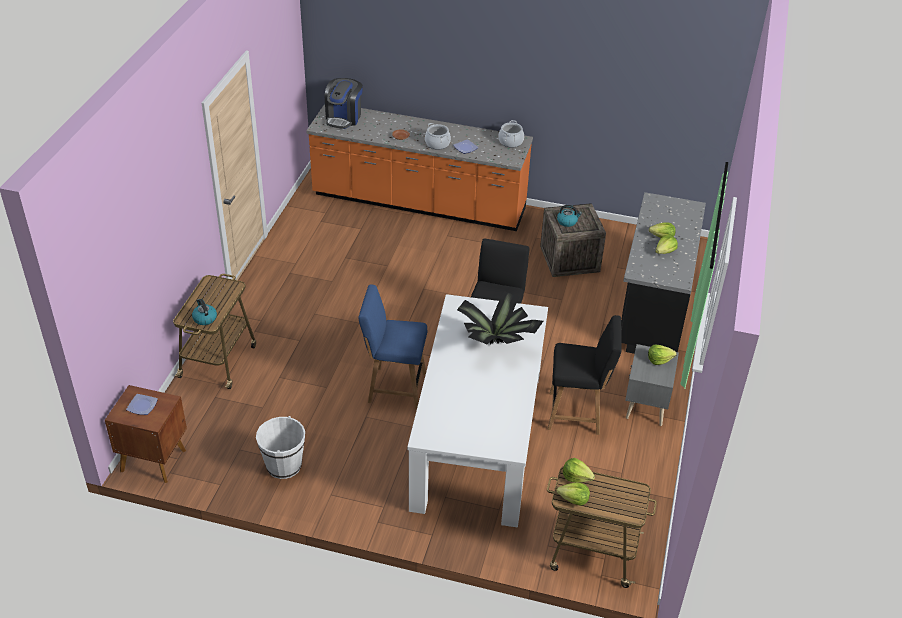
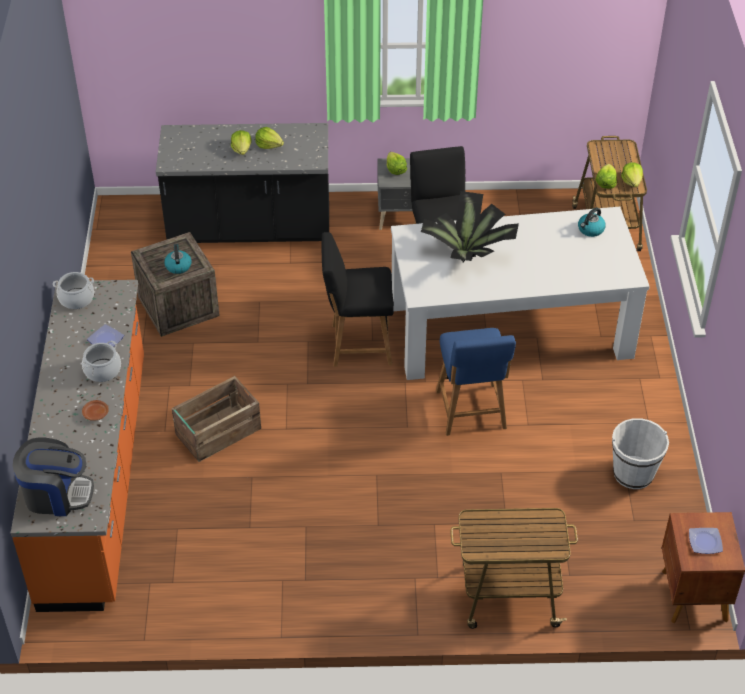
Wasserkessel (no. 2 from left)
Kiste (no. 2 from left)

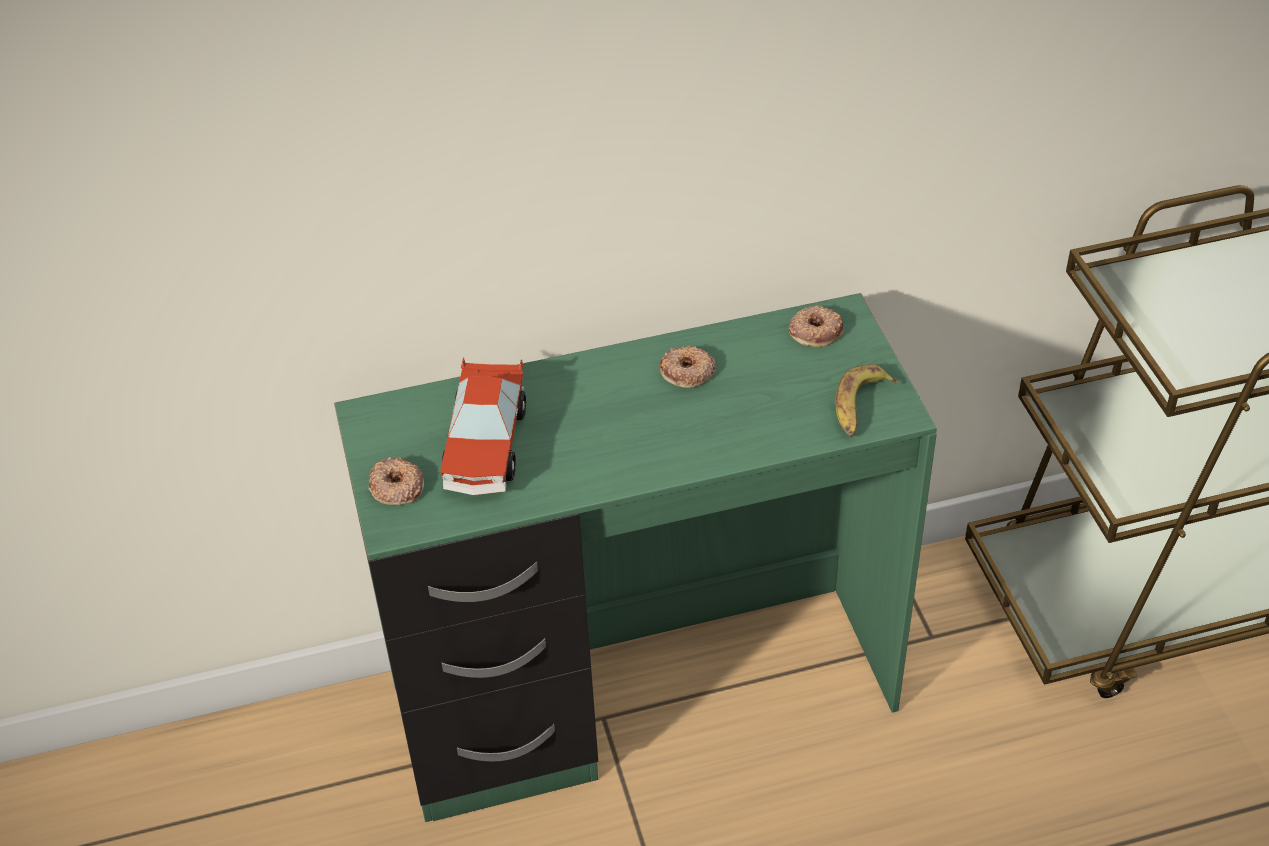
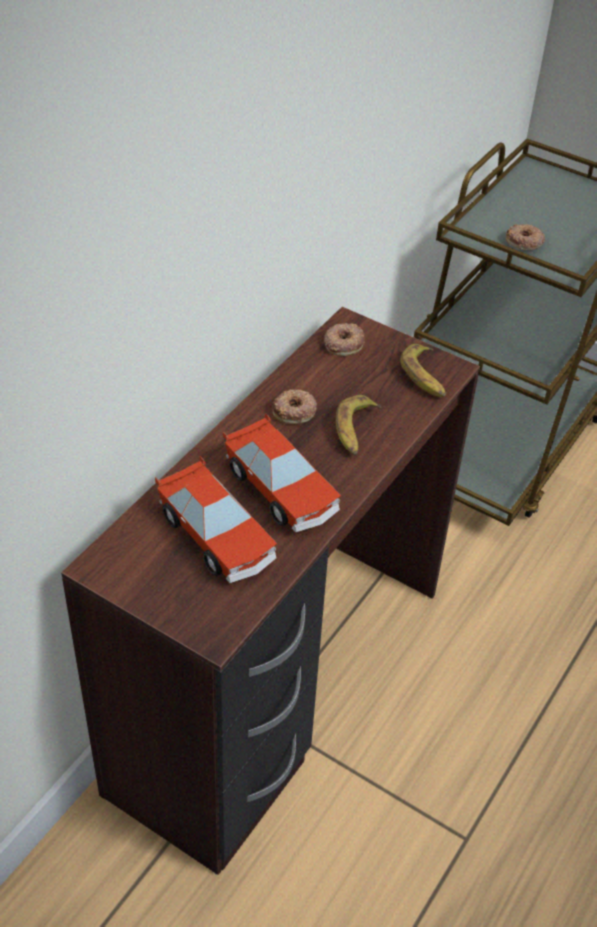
Schreibtisch/braun
Donut (no. 3 from left)
Spielzeugauto (no. 2 from left)
Banane (no. 1 from left)

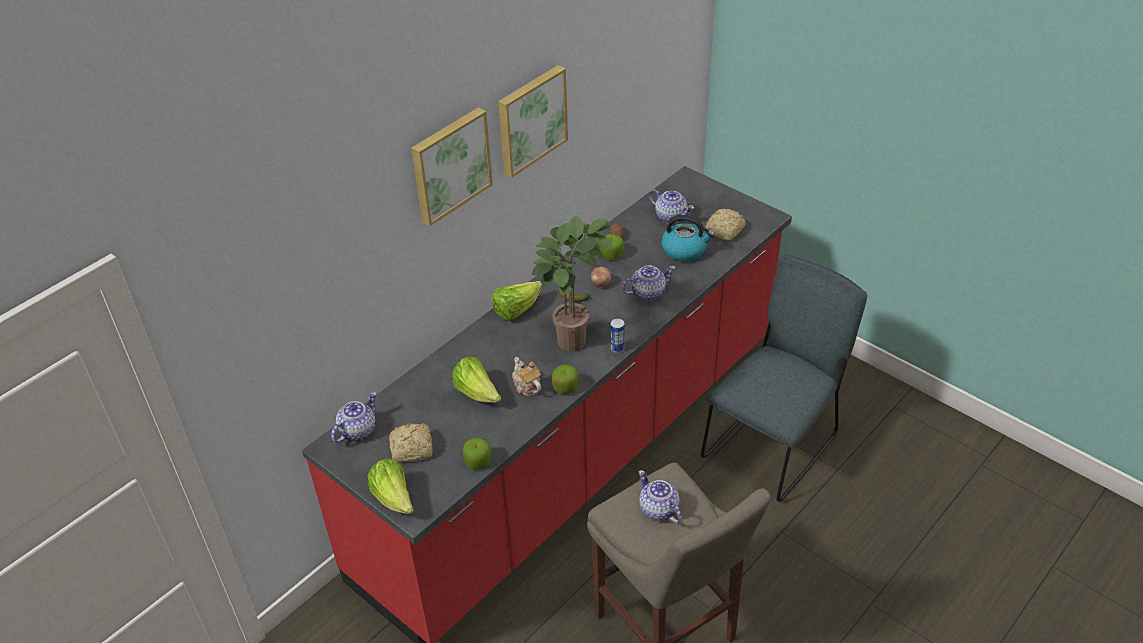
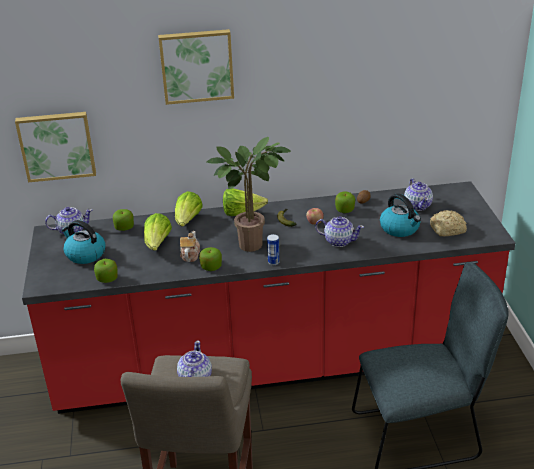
Salatkopf (no. 2 from left)
Wasserkessel (no. 1 from left)
Bild (no. 1 from left)
Apfel (no. 2 from left)

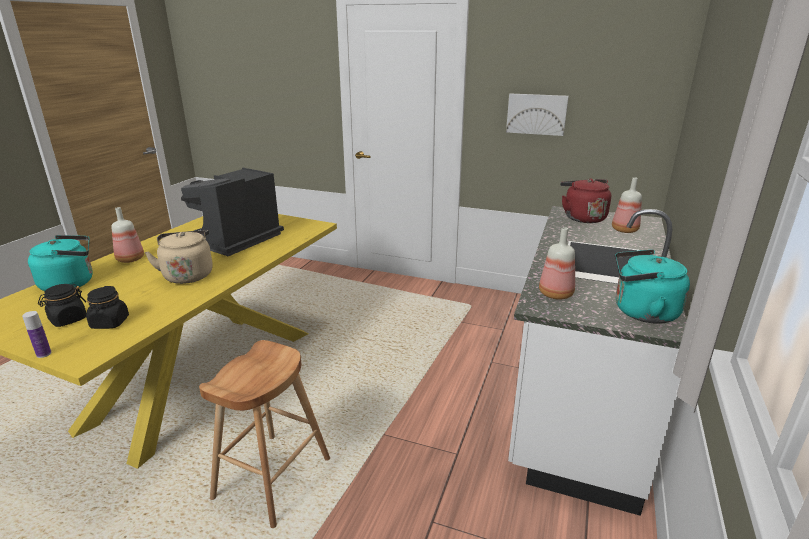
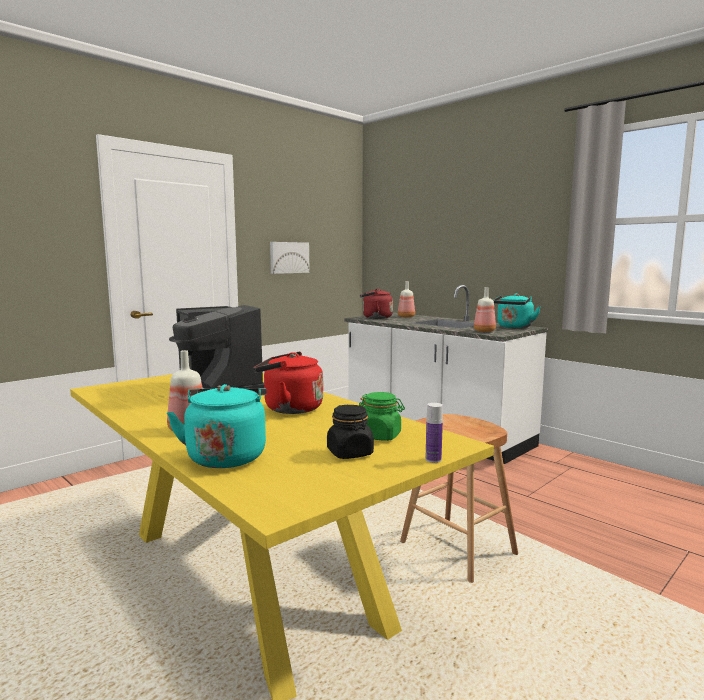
Vorratsglas/grün
Wasserkessel/rot (no. 1 from left)

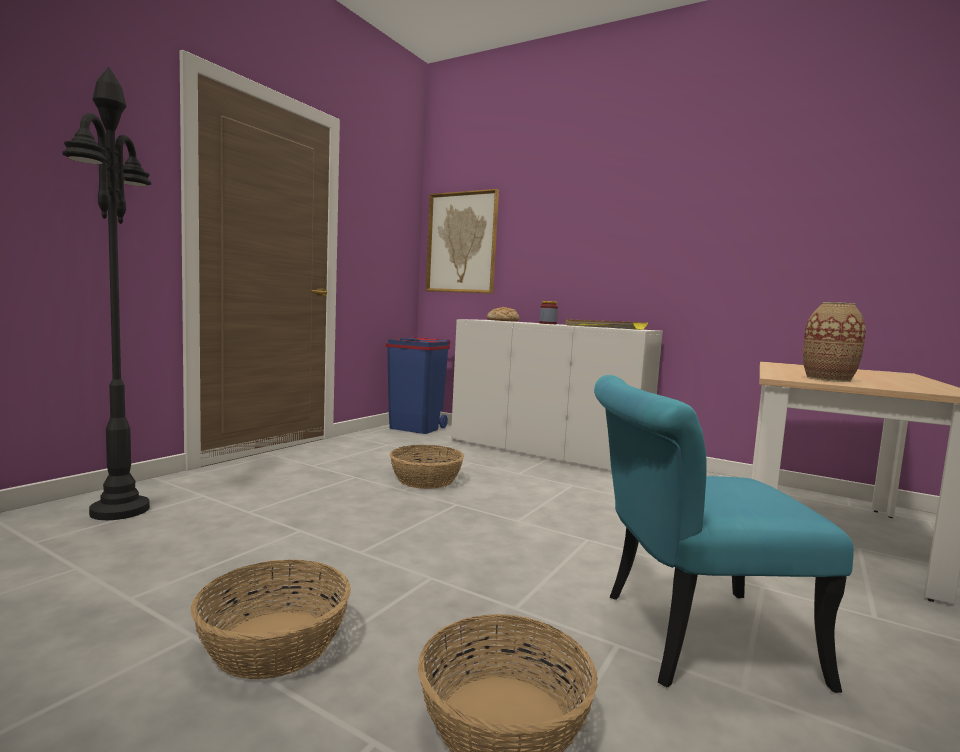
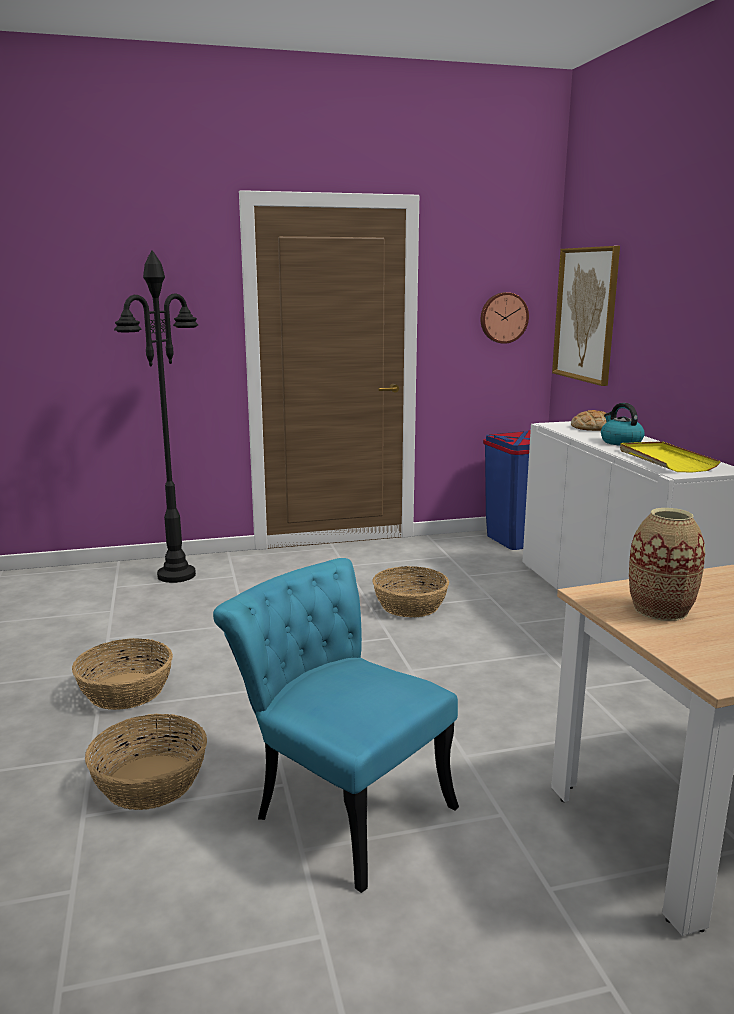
Wasserkessel
Wanduhr

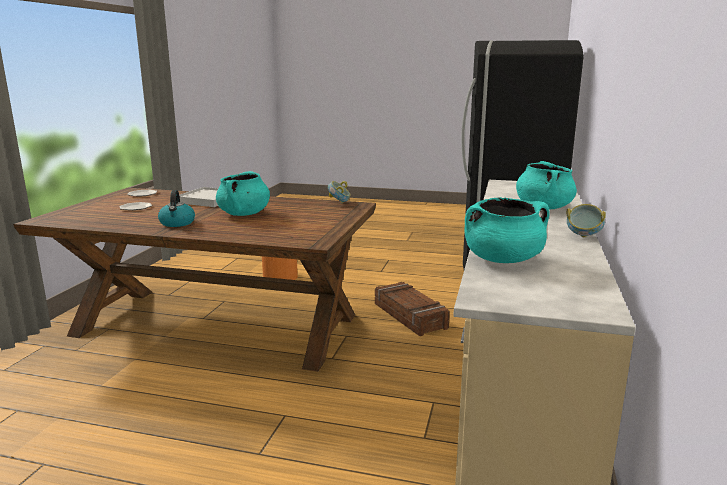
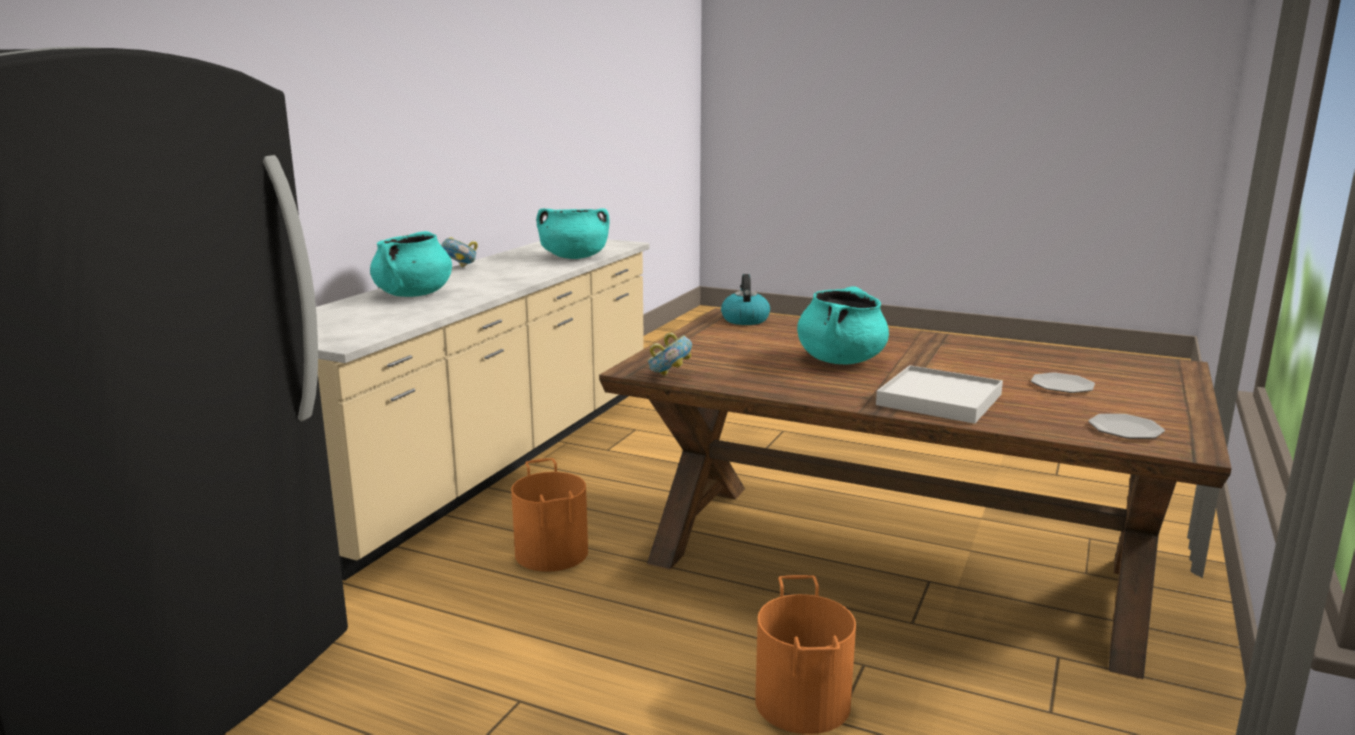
Wasserkessel
Eimer/orange (no. 1 from left)

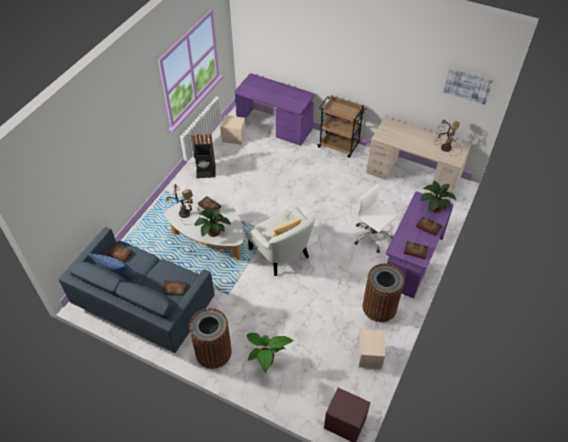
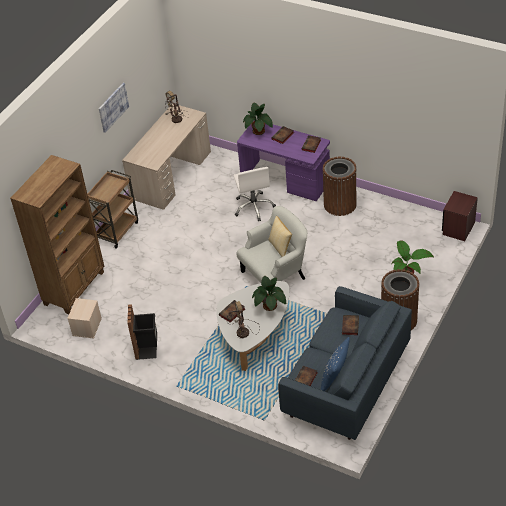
Bücherregal/braun
Bürostuhl/weiß
Aufbewahrungsbox/beige (no. 2 from left in the first image)
Bild

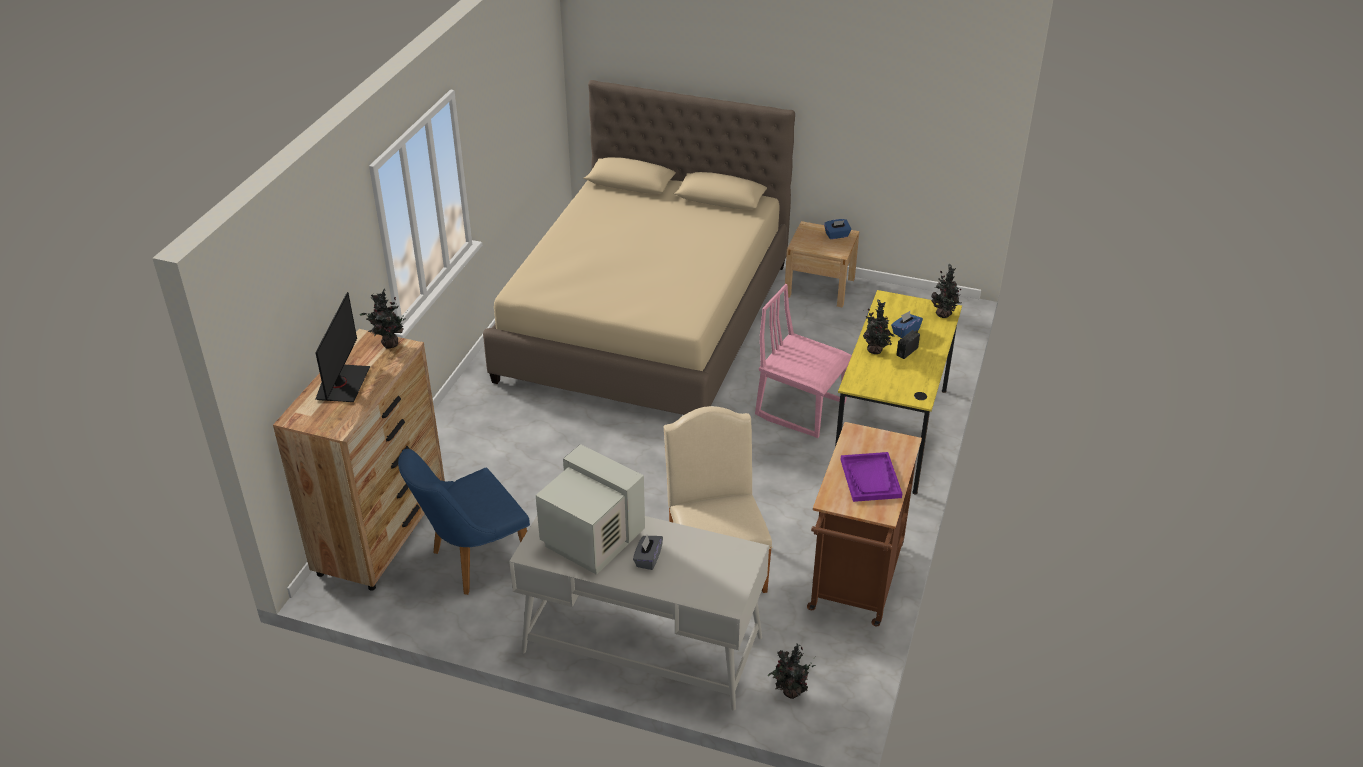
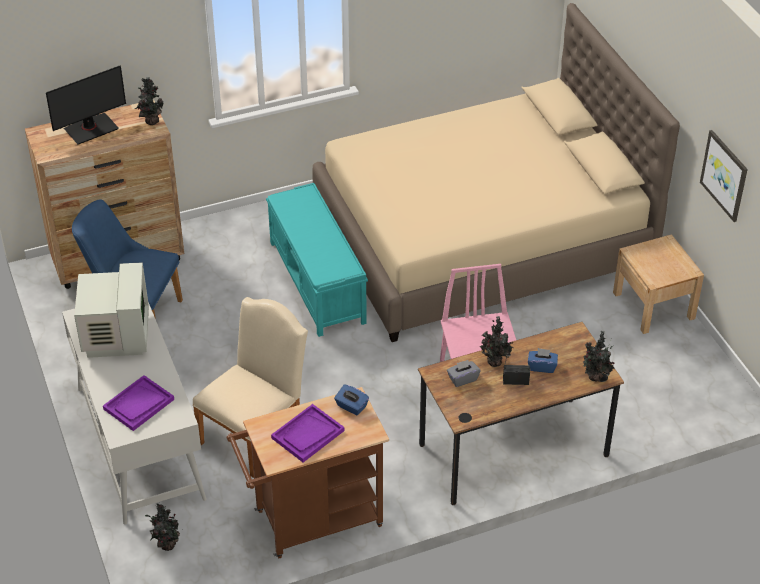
Taschentuchbox/grau
Taschentuchbox/blau (no. 1 from left)
Schreibtisch/braun
Tablett/lila (no. 1 from left)
Bank/türkis
Bild

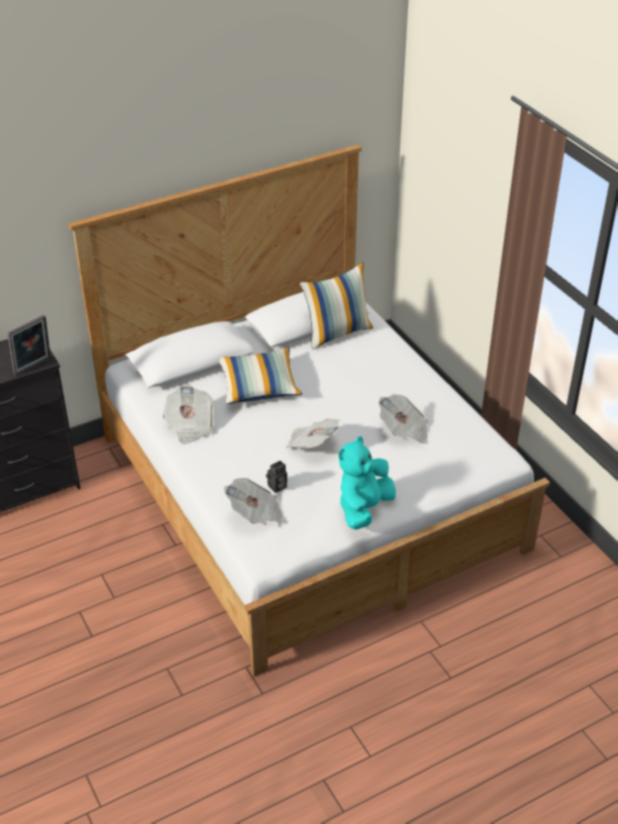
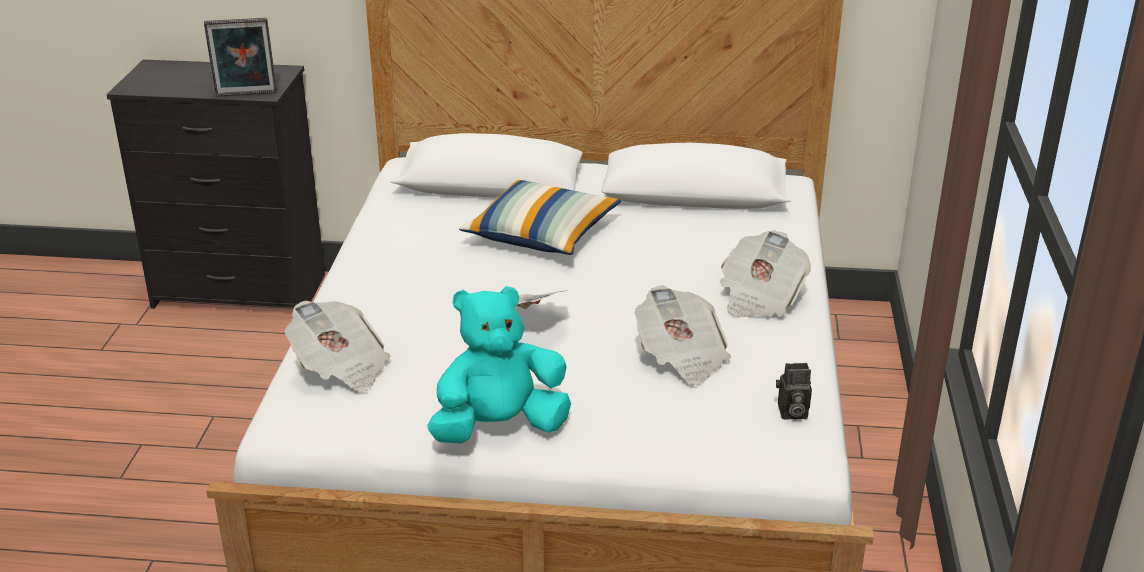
Zeitung (no. 4 from left)
Kamera
Kissen (no. 2 from left in the first image)

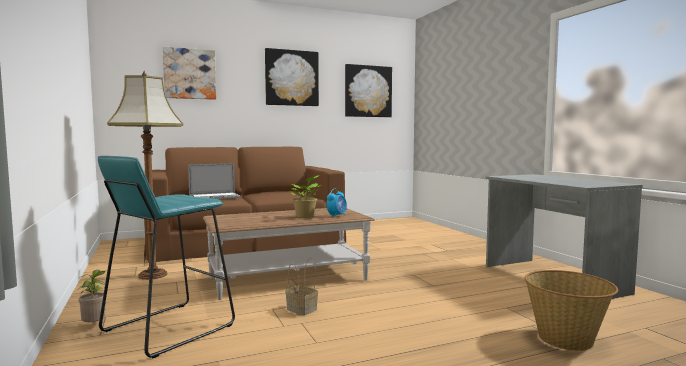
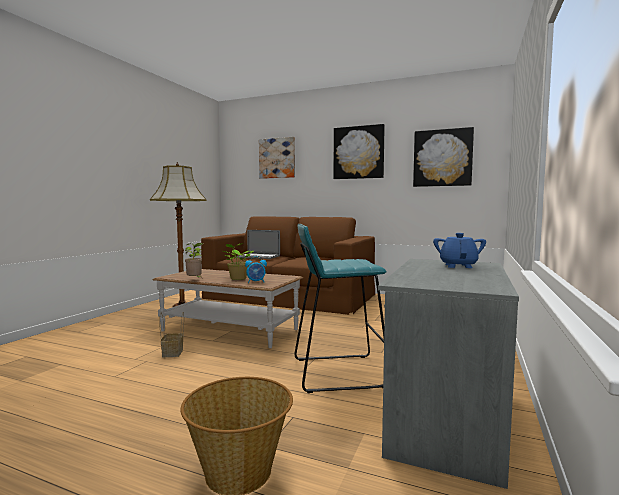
Topfpflanze (no. 1 from left)
Hocker/türkis
Teekanne/blau

